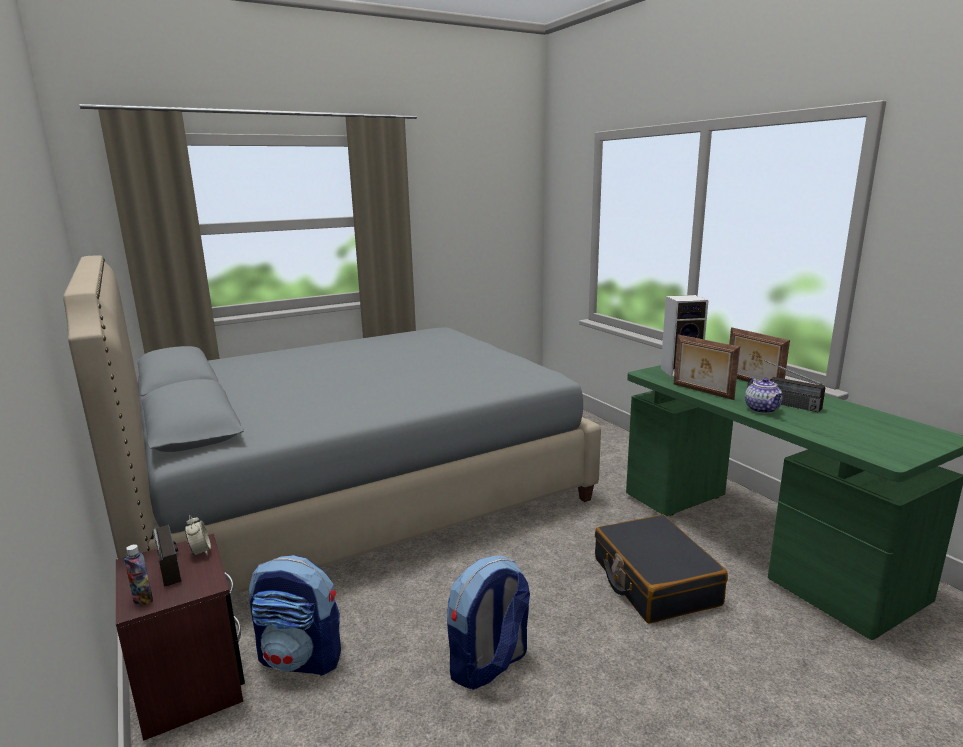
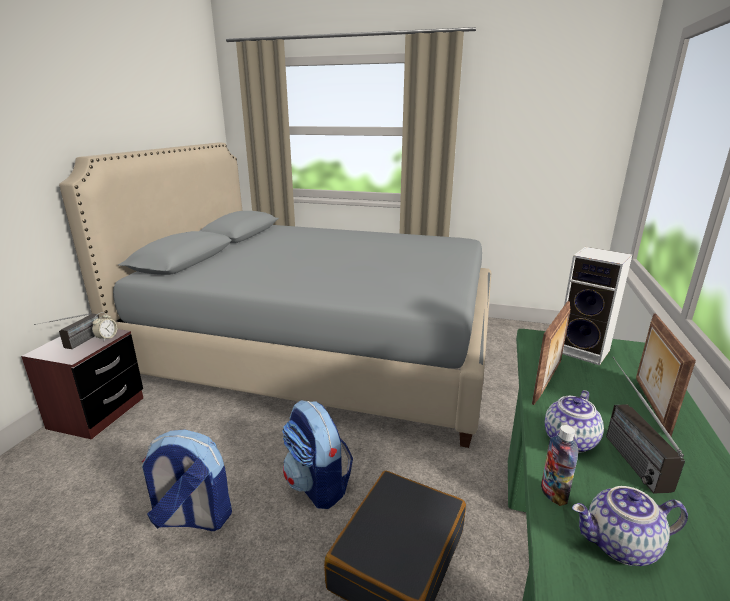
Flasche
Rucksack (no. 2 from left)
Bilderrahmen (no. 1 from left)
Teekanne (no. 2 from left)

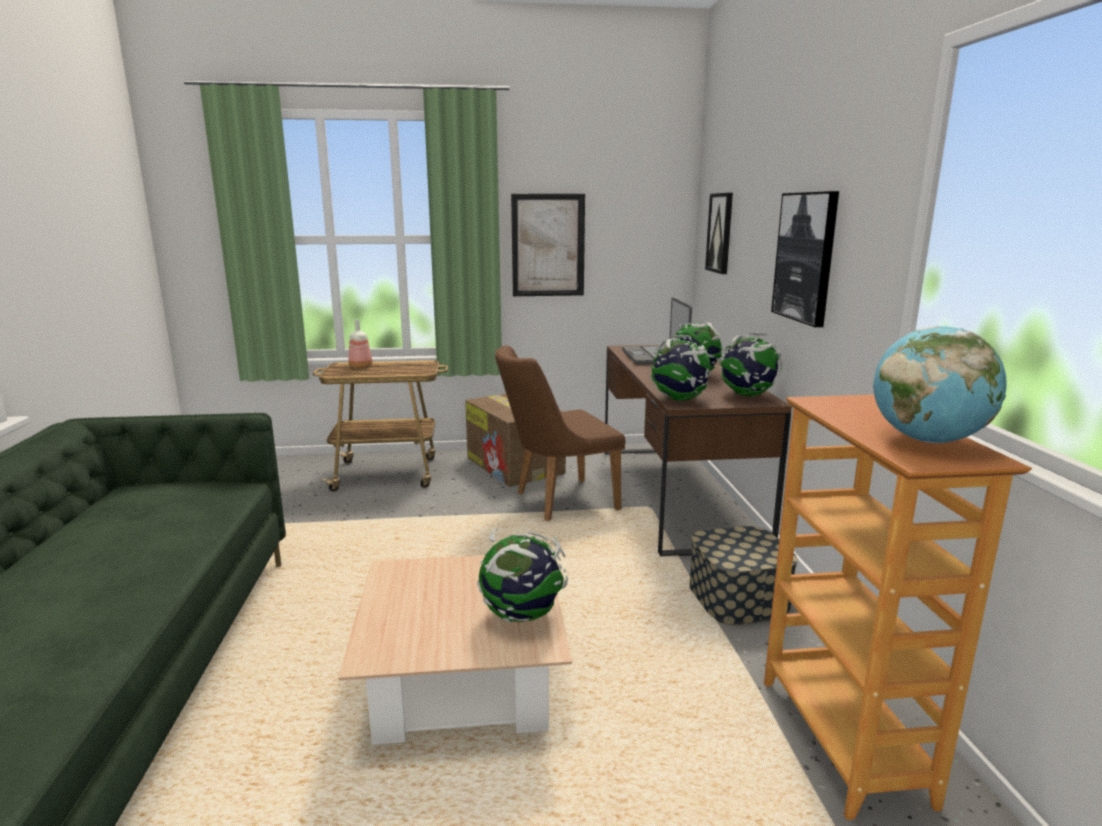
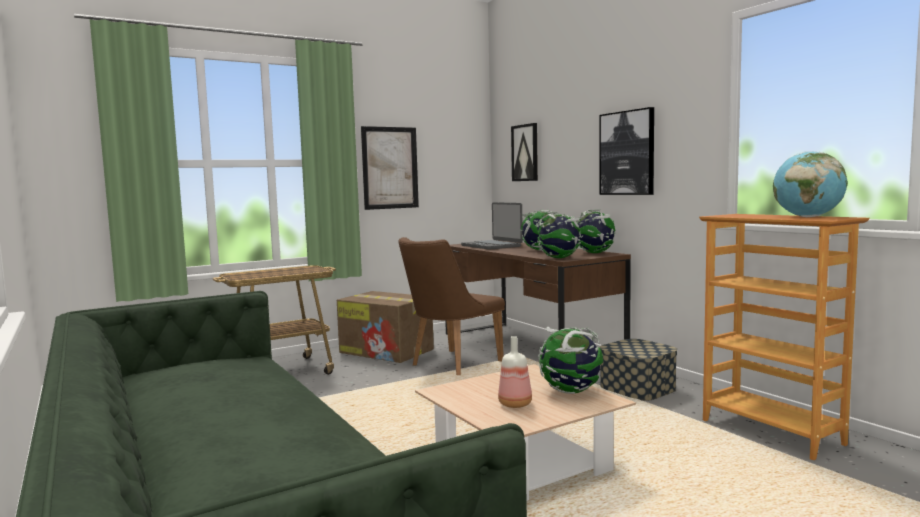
Flasche

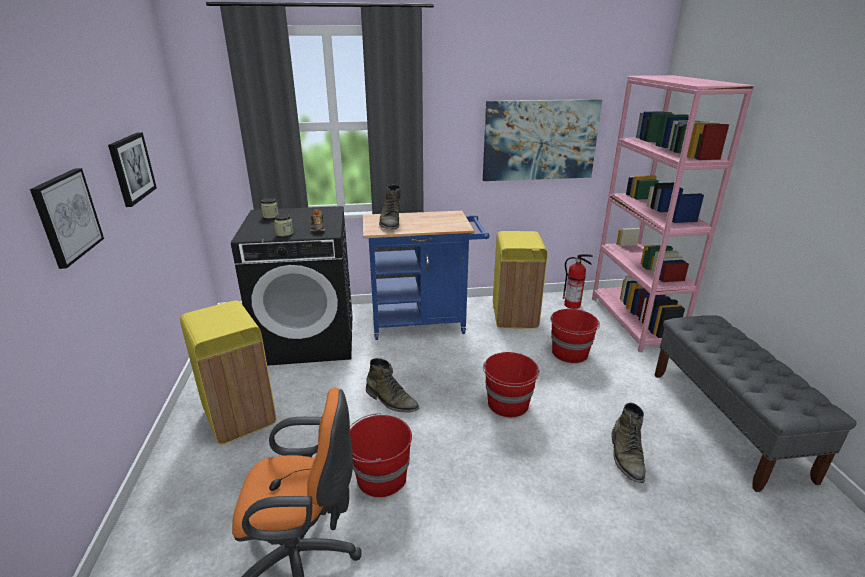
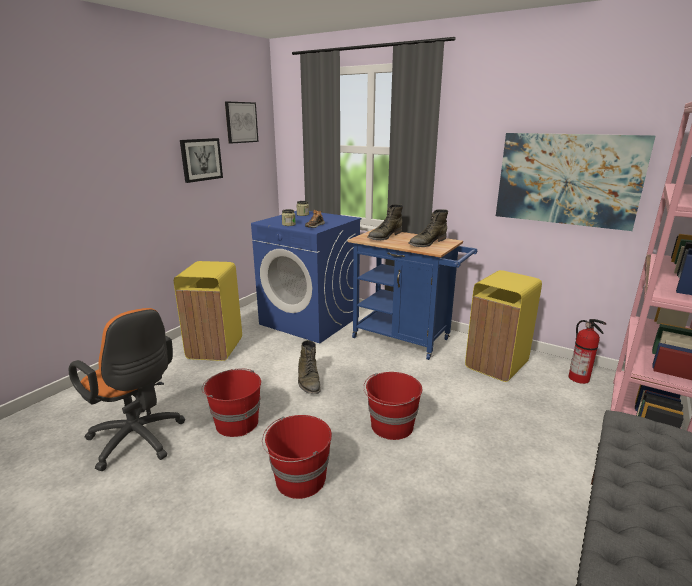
Bild (no. 2 from left)
Waschmaschine/blau
Eimer/rot (no. 2 from left)
Stiefel/grün (no. 3 from left)

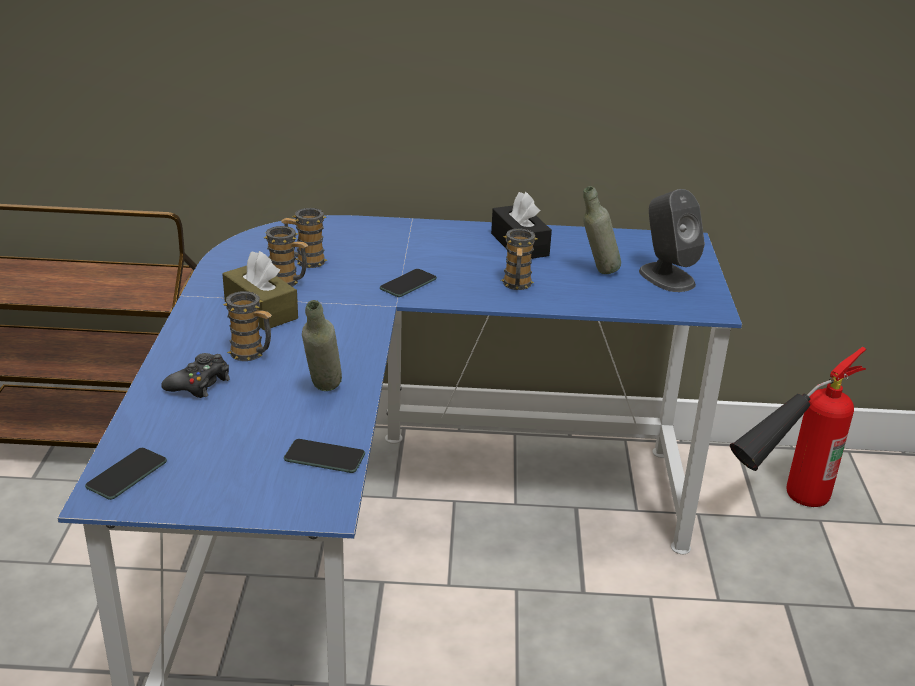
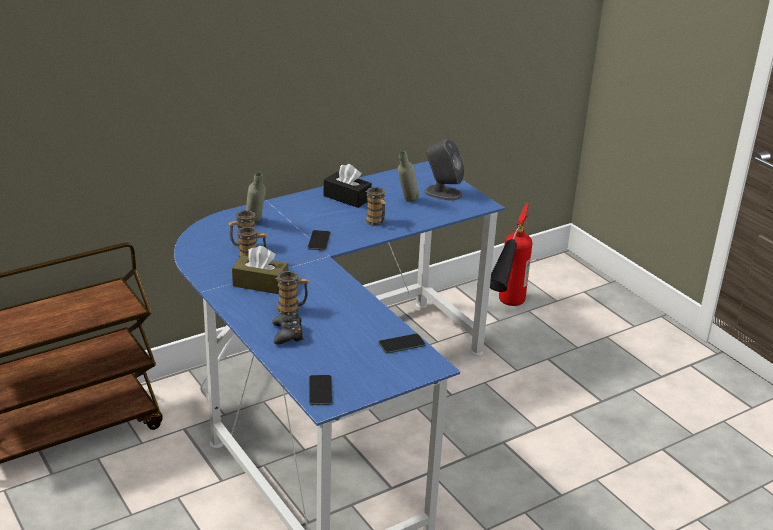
Flasche/grau (no. 1 from left)

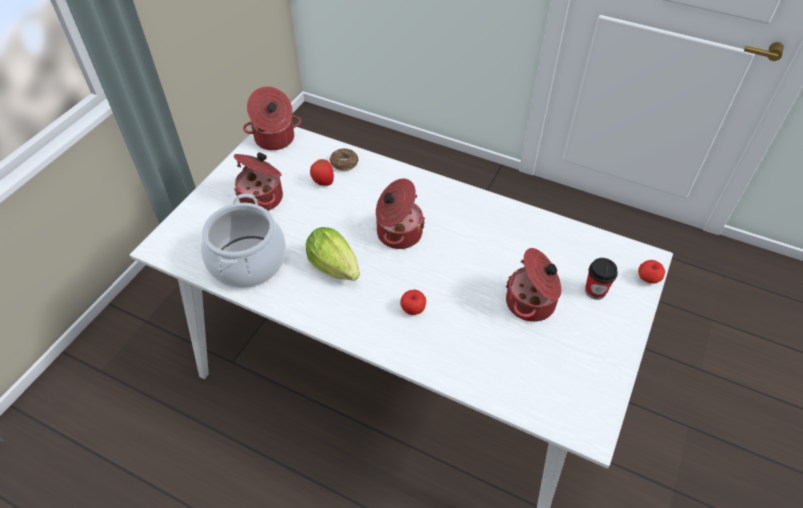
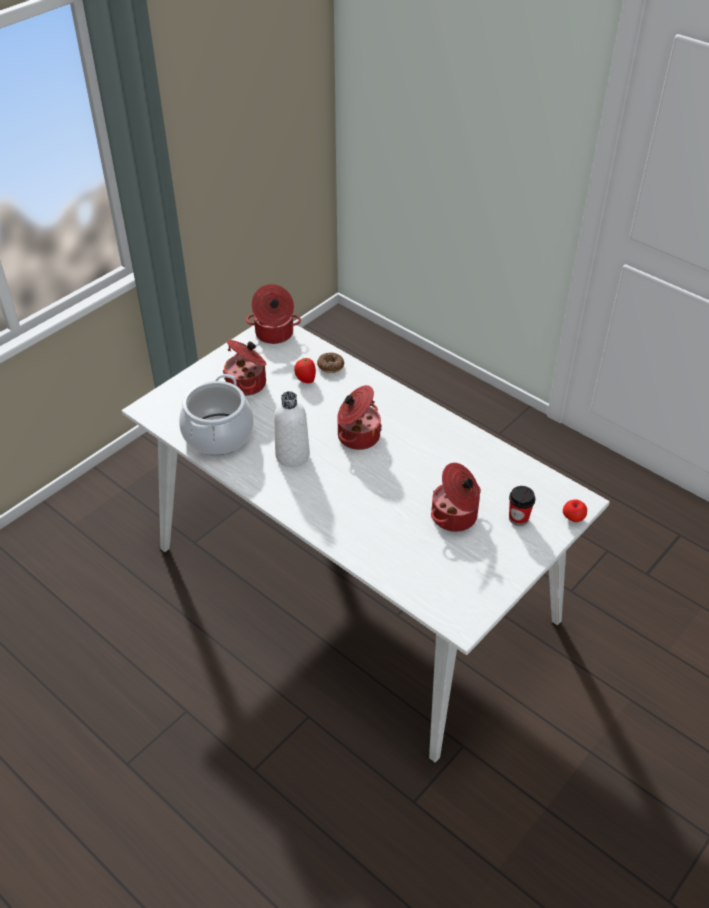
Flasche/weiß
Apfel (no. 1 from left in the first image)

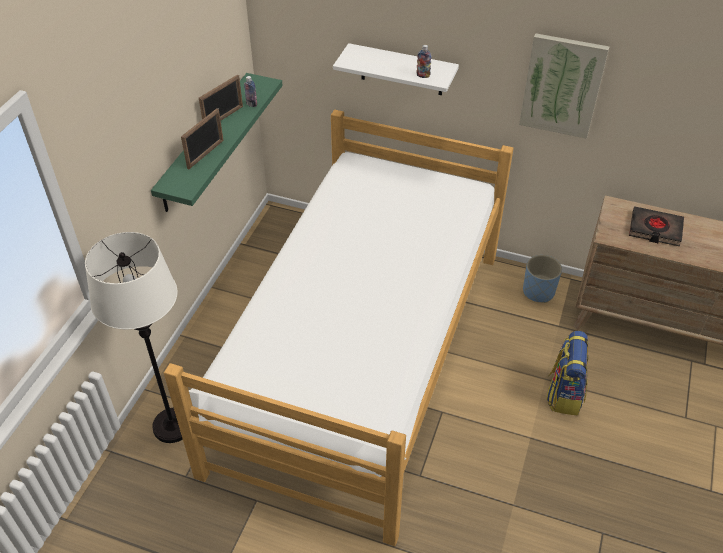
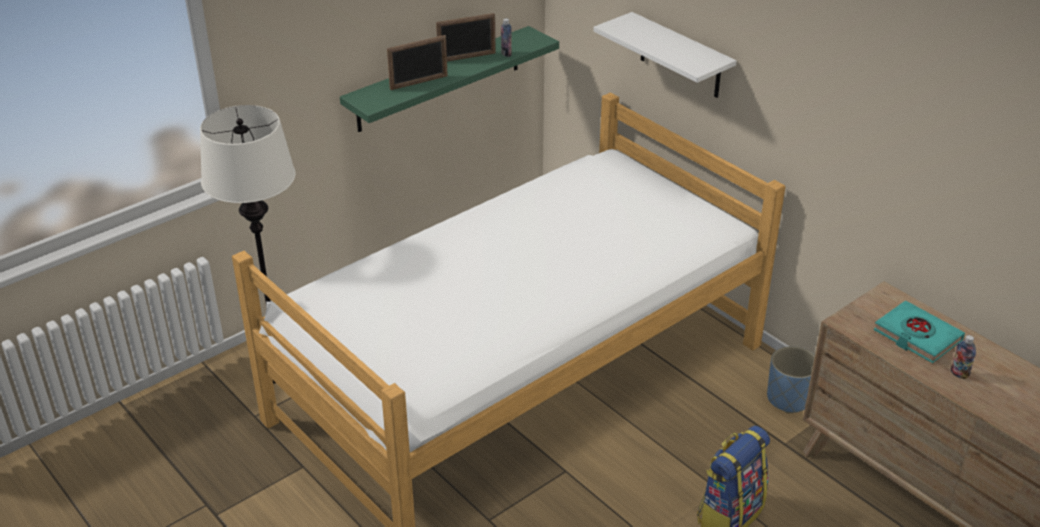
Flasche (no. 2 from left)
Bild
Buch/türkis

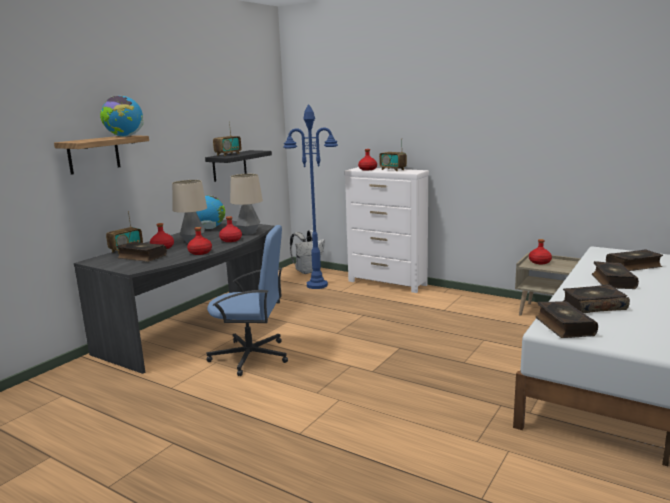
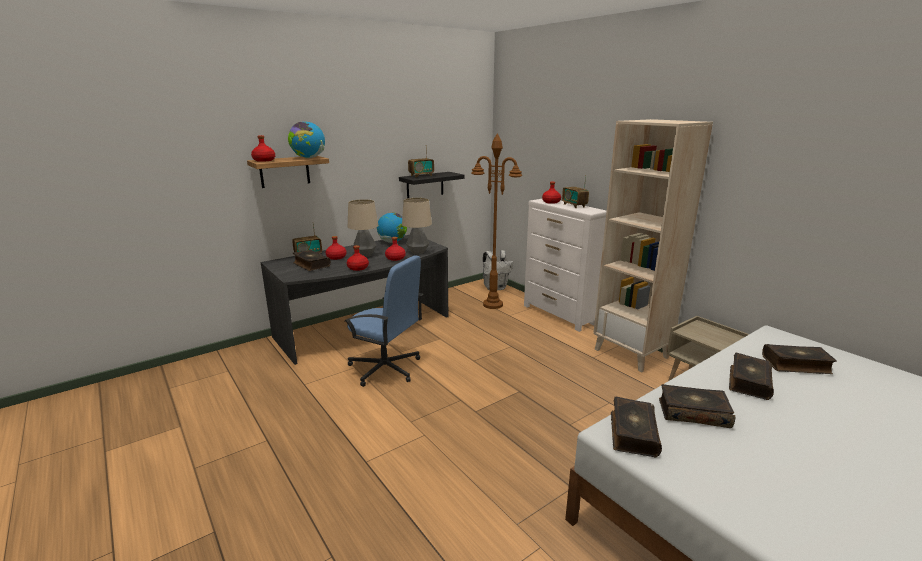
Stehlampe/braun
Flasche/rot (no. 1 from left)
Bücherregal/beige

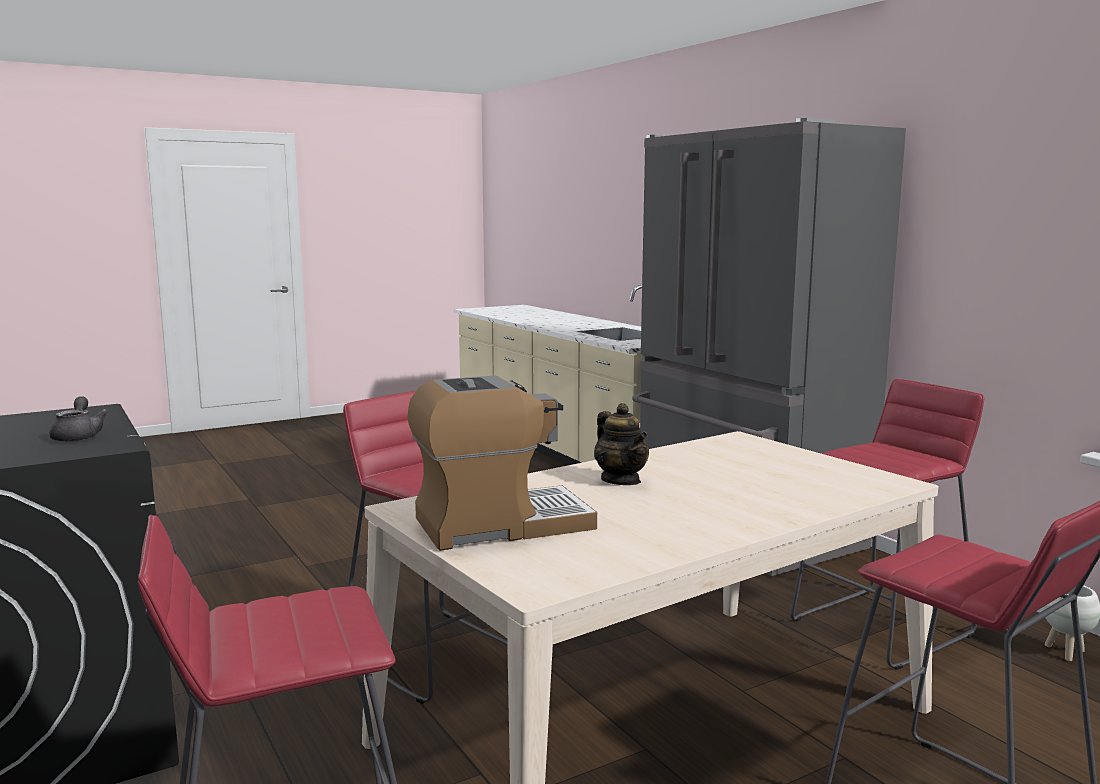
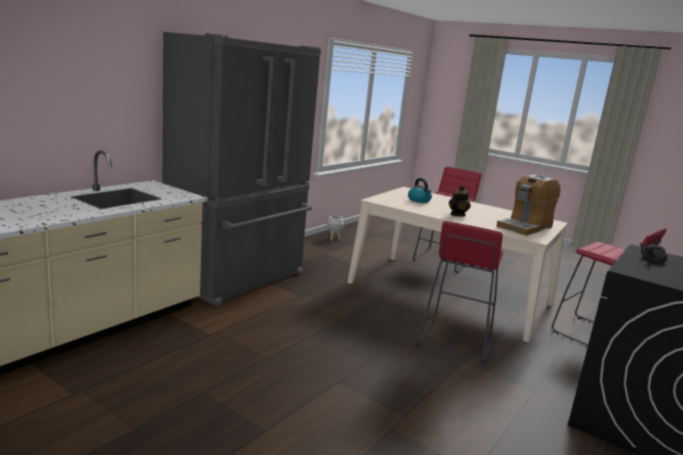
Kaffeemaschine
Hocker/rot (no. 3 from left in the first image)
Wasserkessel

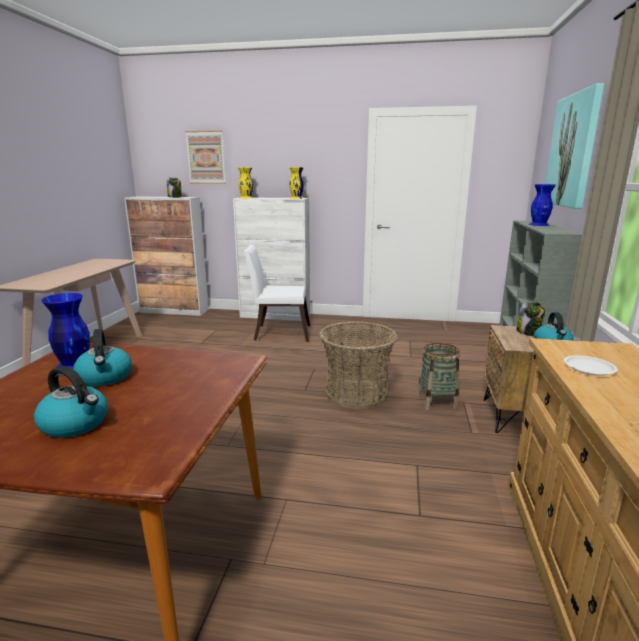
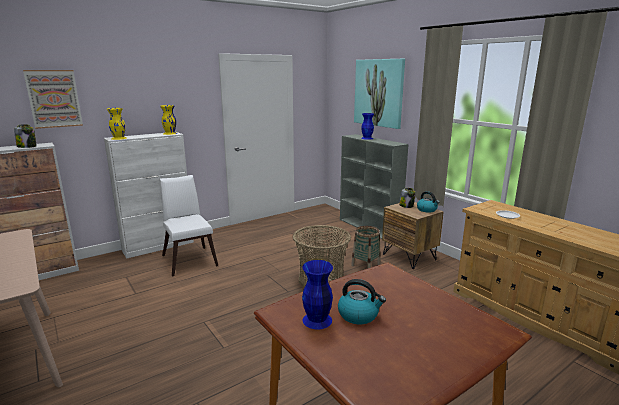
Wasserkessel (no. 1 from left in the first image)
Stuhl/weiß

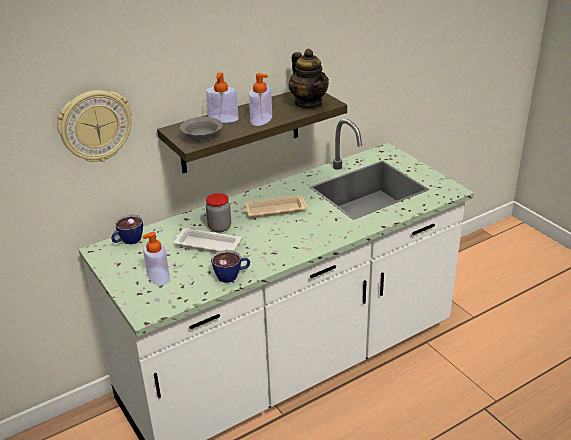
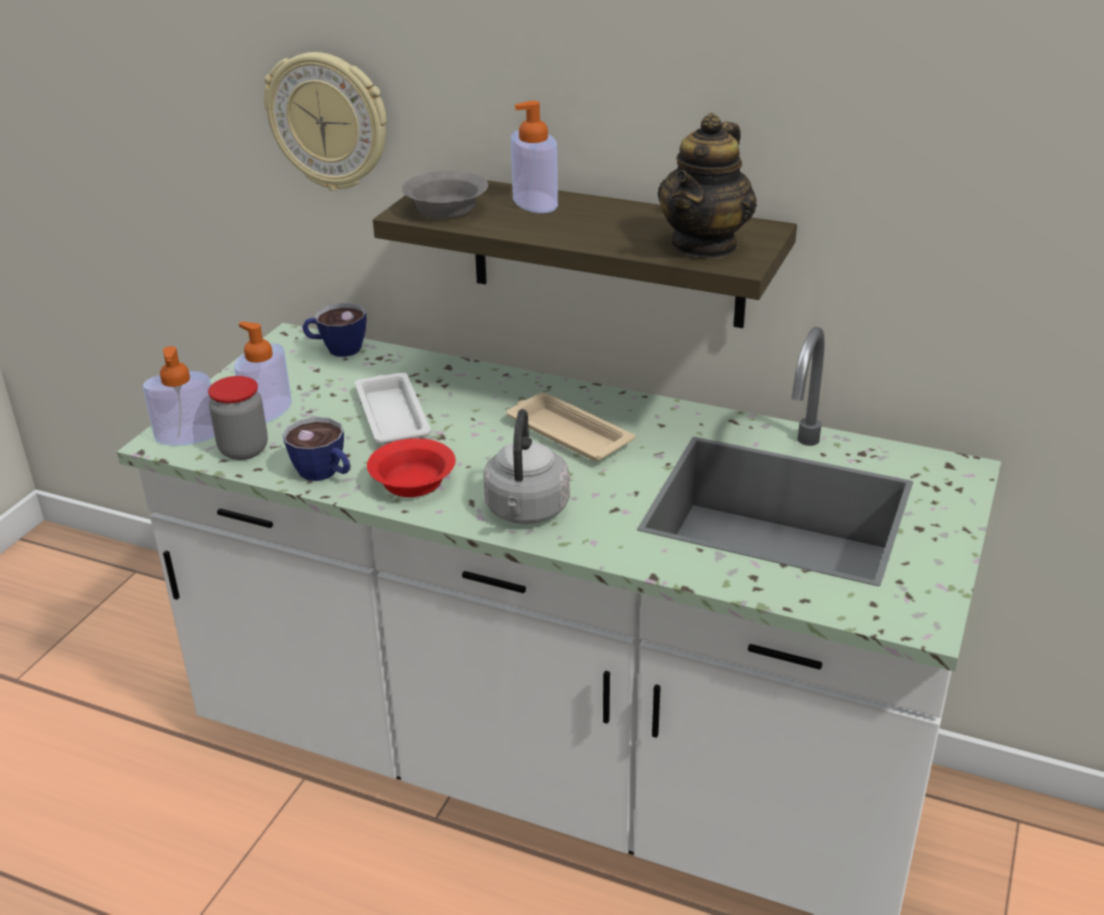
Vorratsglas
Seifenspender (no. 1 from left)
Schüssel/rot
Wasserkessel/grau

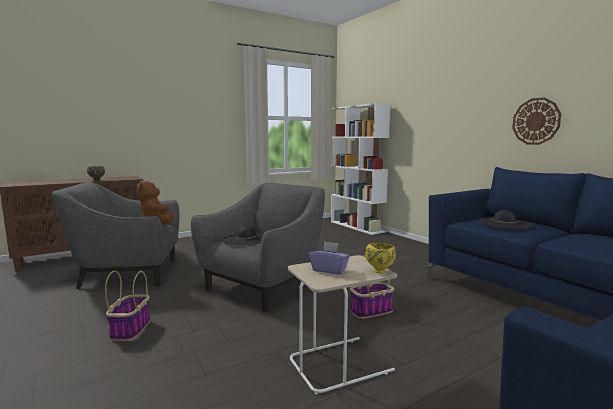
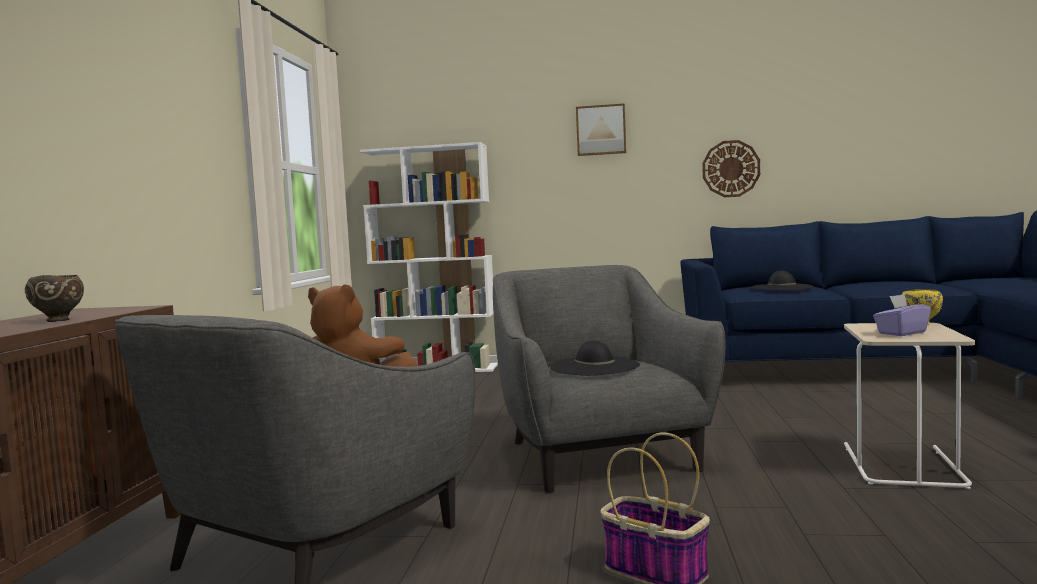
Korb (no. 2 from left in the first image)
Bild

